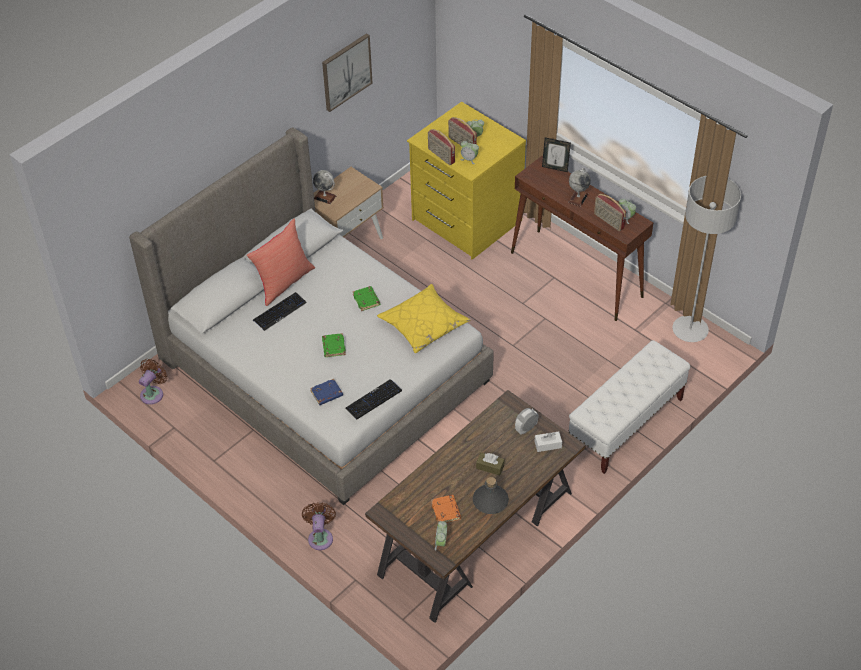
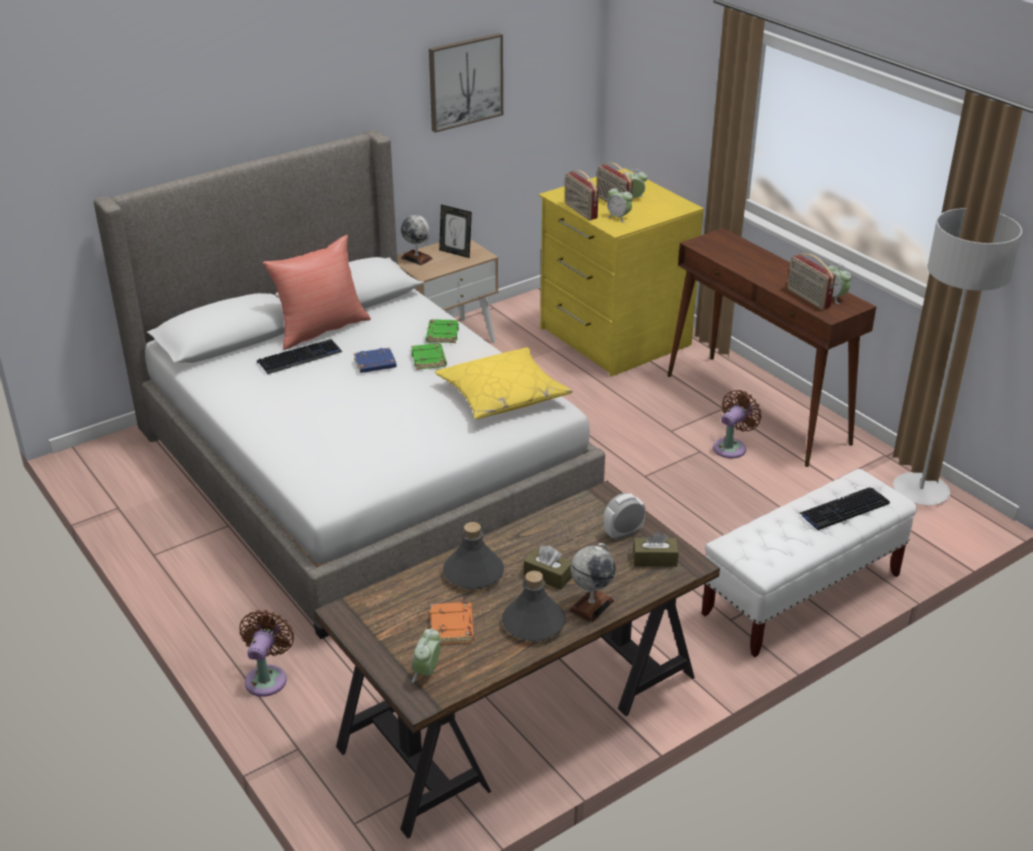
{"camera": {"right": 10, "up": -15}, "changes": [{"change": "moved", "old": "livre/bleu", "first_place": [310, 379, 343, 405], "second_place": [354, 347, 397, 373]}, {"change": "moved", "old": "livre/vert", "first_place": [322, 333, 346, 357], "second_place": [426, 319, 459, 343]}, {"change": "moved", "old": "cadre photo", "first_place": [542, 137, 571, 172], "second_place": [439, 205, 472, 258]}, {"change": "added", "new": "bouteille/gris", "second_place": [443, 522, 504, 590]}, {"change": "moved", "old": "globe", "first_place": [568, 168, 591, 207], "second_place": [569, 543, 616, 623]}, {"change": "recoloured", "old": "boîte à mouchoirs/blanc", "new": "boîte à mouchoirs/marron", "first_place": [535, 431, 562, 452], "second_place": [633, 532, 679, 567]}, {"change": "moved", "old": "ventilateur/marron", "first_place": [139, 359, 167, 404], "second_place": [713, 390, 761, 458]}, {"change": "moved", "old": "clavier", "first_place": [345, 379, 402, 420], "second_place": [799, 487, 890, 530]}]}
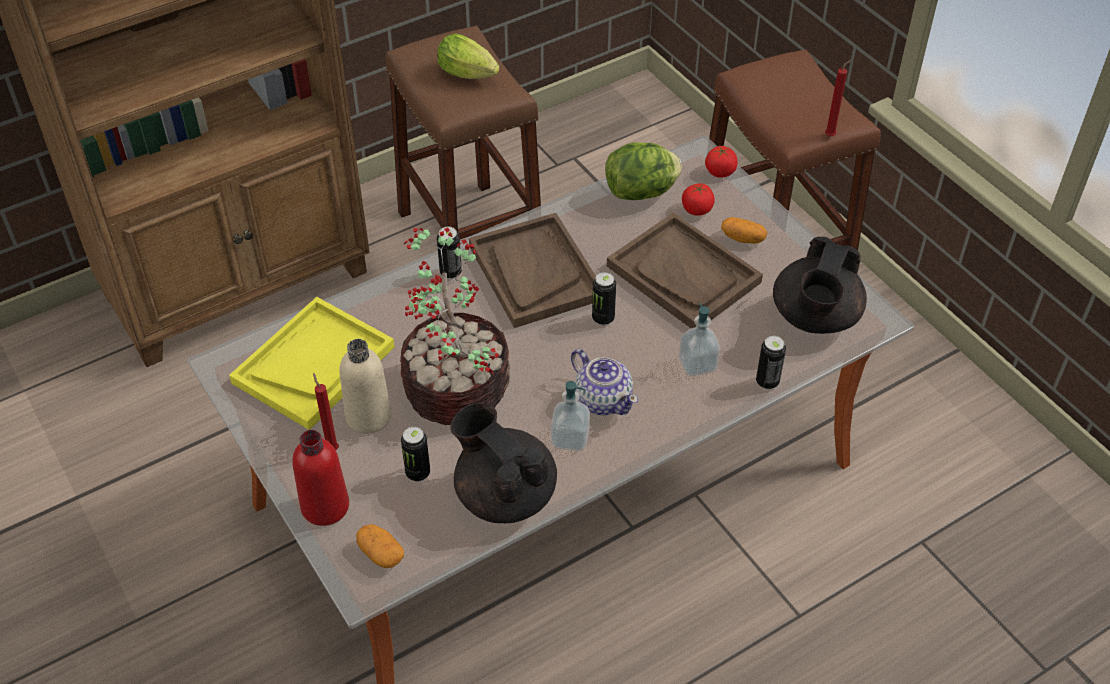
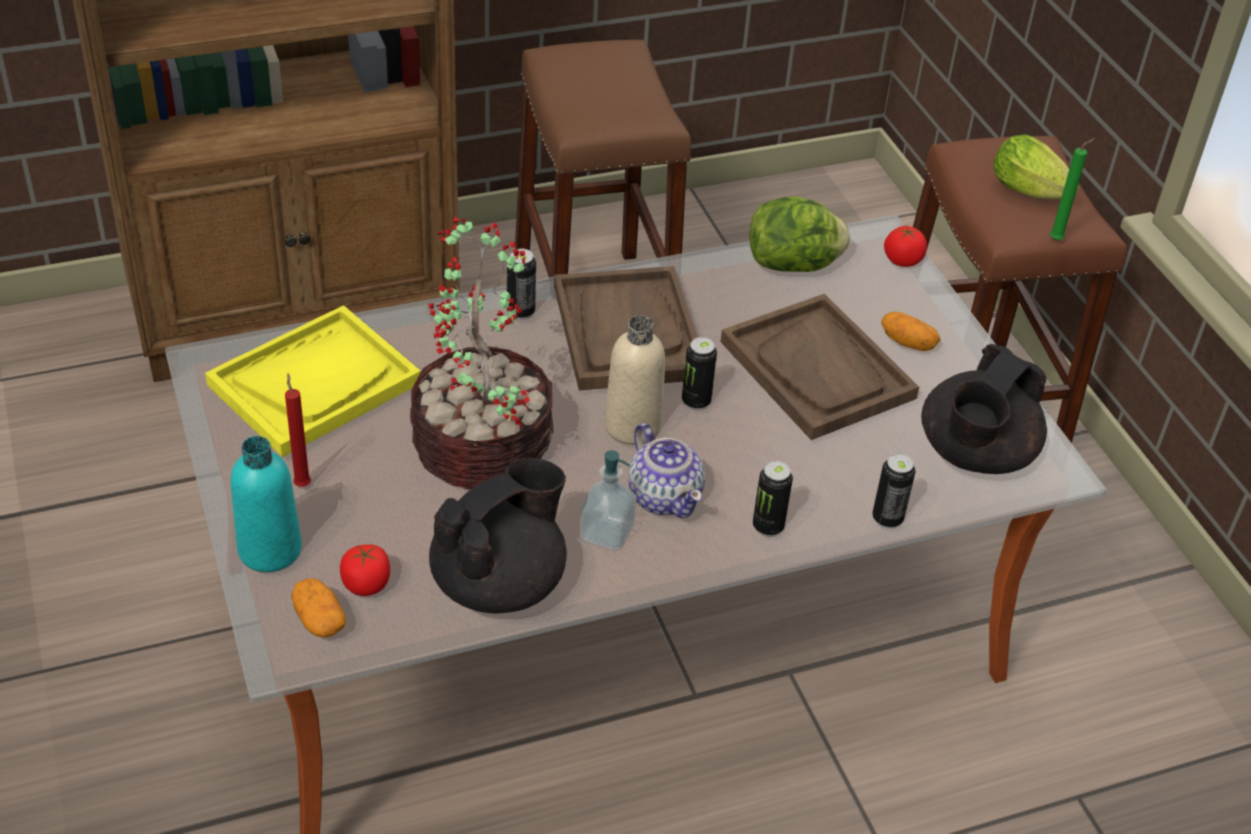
{"camera": {"right": 10, "up": -5}, "changes": [{"change": "recoloured", "old": "bouteille/rouge", "new": "bouteille/turquoise", "first_place": [292, 430, 349, 526], "second_place": [231, 436, 302, 572]}, {"change": "moved", "old": "tomate", "first_place": [682, 183, 715, 216], "second_place": [340, 544, 390, 596]}, {"change": "turned", "old": "théière/noir", "first_place": [450, 402, 557, 523], "second_place": [429, 458, 567, 613], "degrees": 75}, {"change": "moved", "old": "bouteille/beige", "first_place": [340, 339, 391, 434], "second_place": [604, 316, 665, 445]}, {"change": "moved", "old": "boîte métallique", "first_place": [401, 427, 430, 481], "second_place": [753, 461, 793, 536]}, {"change": "moved", "old": "laitue", "first_place": [437, 33, 499, 79], "second_place": [993, 134, 1079, 199]}, {"change": "recoloured", "old": "bougie/rouge", "new": "bougie/vert", "first_place": [825, 60, 851, 136], "second_place": [1050, 138, 1095, 240]}, {"change": "removed", "old": "distributeur de savon", "first_place": [679, 303, 720, 376]}]}
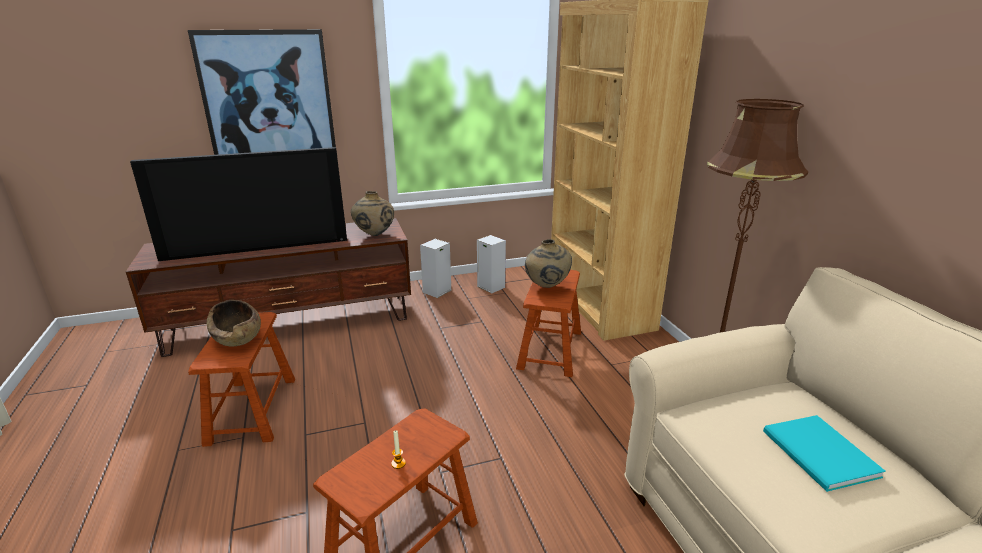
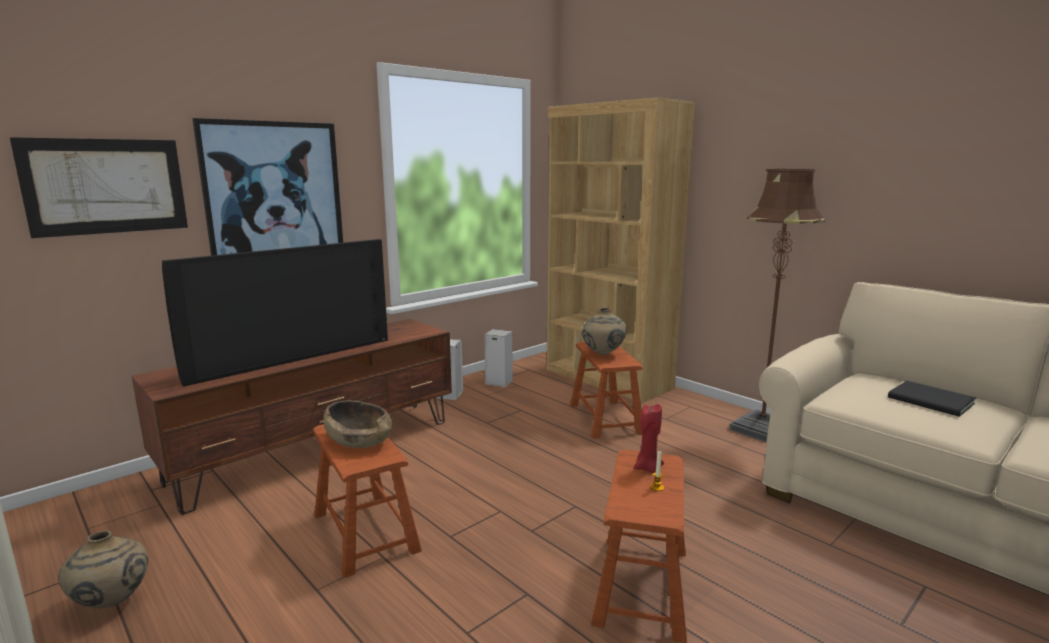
{"camera": {"right": -25, "up": -10}, "changes": [{"change": "added", "new": "tableau", "second_place": [10, 137, 188, 238]}, {"change": "moved", "old": "vase/beige", "first_place": [351, 191, 394, 236], "second_place": [58, 531, 148, 609]}, {"change": "added", "new": "bougie/rouge", "second_place": [634, 404, 664, 473]}, {"change": "recoloured", "old": "livre/turquoise", "new": "livre/noir", "first_place": [763, 415, 886, 492], "second_place": [888, 381, 976, 417]}]}
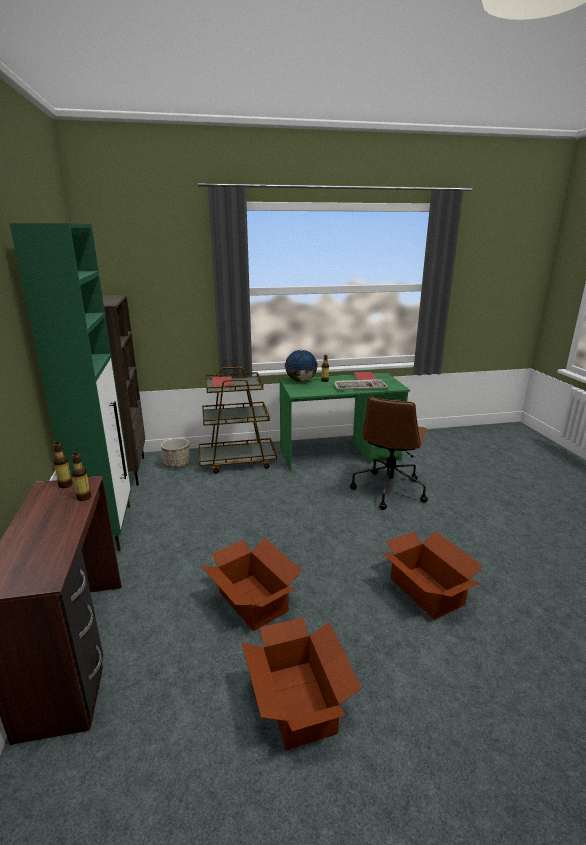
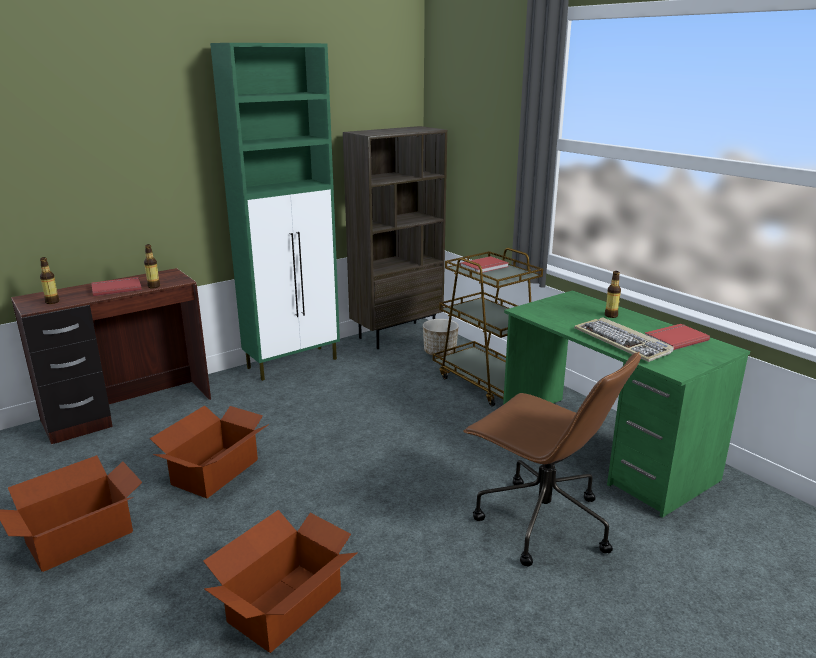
{"camera": {"right": 65, "up": 0}, "changes": [{"change": "moved", "old": "bouteille", "first_place": [53, 442, 73, 488], "second_place": [40, 257, 59, 304]}, {"change": "added", "new": "livre/rouge", "second_place": [91, 277, 142, 296]}, {"change": "turned", "old": "chaise de bureau/marron", "first_place": [350, 397, 428, 510], "second_place": [463, 352, 641, 567], "degrees": -135}, {"change": "removed", "old": "globe", "first_place": [285, 350, 318, 382]}]}
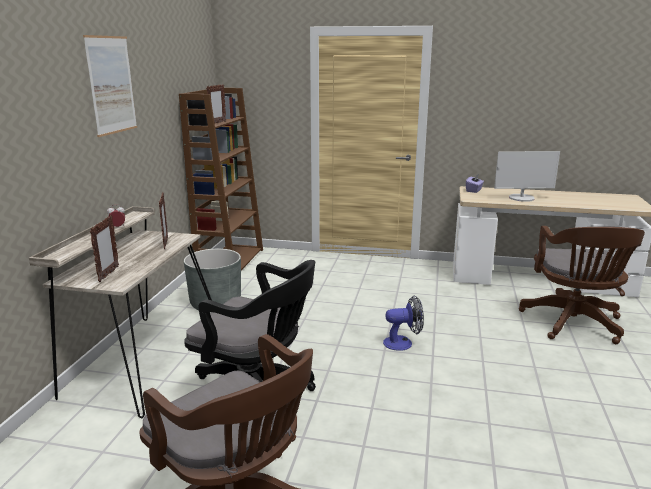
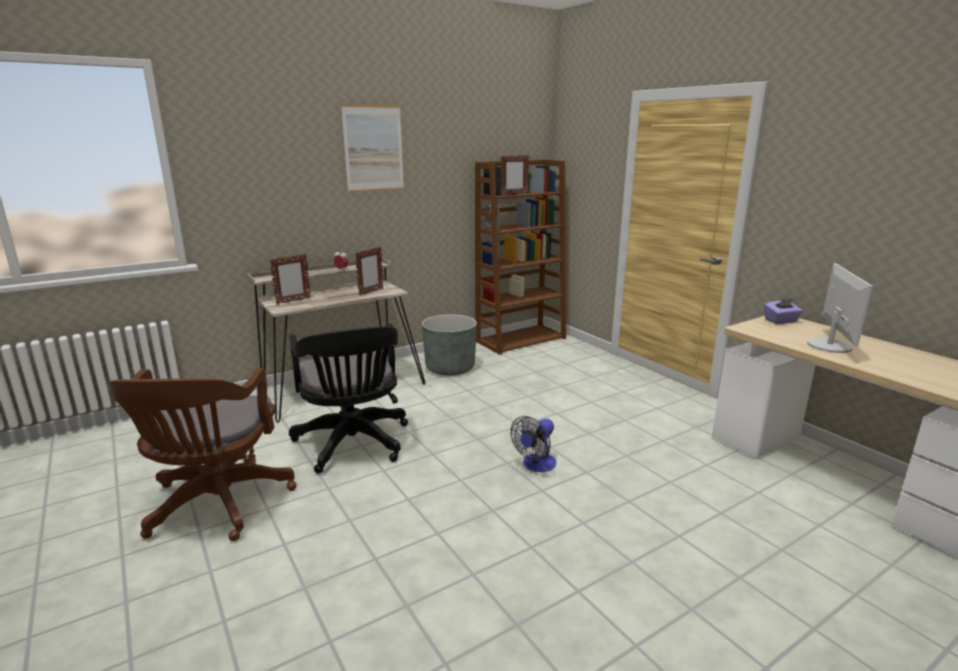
{"camera": {"right": 45, "up": 0}, "changes": [{"change": "turned", "old": "ventilateur", "first_place": [383, 296, 424, 351], "second_place": [511, 416, 556, 472], "degrees": 90}, {"change": "turned", "old": "écran d'ordinateur", "first_place": [494, 151, 560, 202], "second_place": [807, 263, 873, 353], "degrees": -120}, {"change": "removed", "old": "chaise de bureau/marron", "first_place": [519, 226, 645, 344]}]}
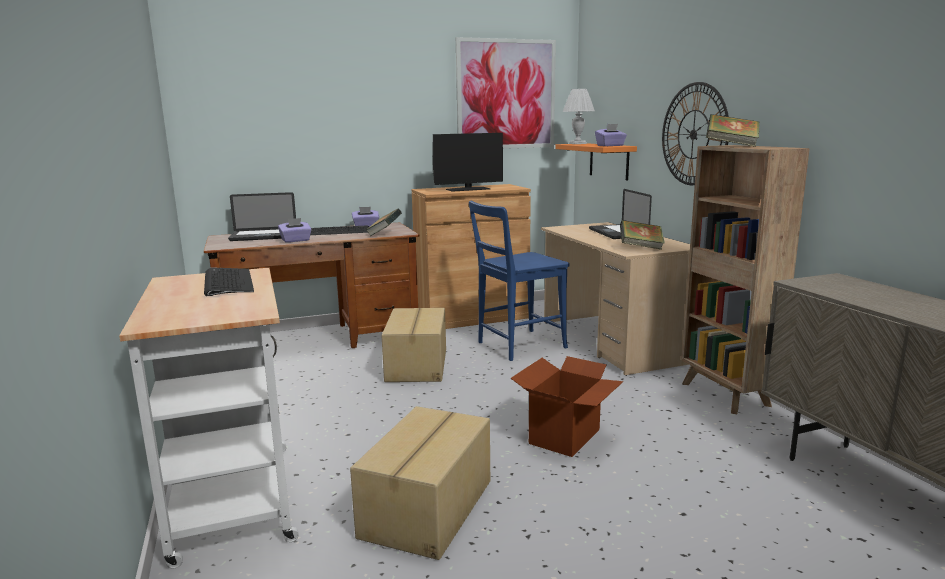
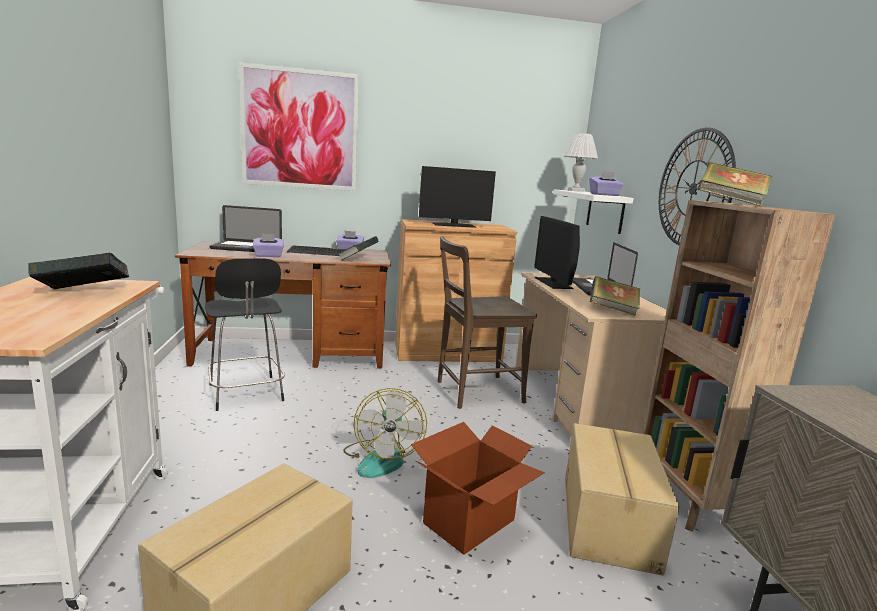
{"camera": {"right": 10, "up": 0}, "changes": [{"change": "replaced", "old": "clavier", "new": "livre", "first_place": [204, 268, 254, 296], "second_place": [28, 253, 129, 289]}, {"change": "added", "new": "tabouret/noir", "second_place": [205, 258, 285, 411]}, {"change": "moved", "old": "tableau", "first_place": [456, 37, 556, 149], "second_place": [239, 62, 359, 191]}, {"change": "added", "new": "ventilateur", "second_place": [343, 388, 427, 478]}, {"change": "recoloured", "old": "chaise/bleu", "new": "chaise/marron", "first_place": [469, 201, 570, 361], "second_place": [438, 236, 537, 409]}, {"change": "added", "new": "écran d'ordinateur", "second_place": [534, 216, 580, 289]}, {"change": "recoloured", "old": "étagère/orange", "new": "étagère/blanc", "first_place": [555, 143, 637, 181], "second_place": [553, 189, 634, 234]}, {"change": "moved", "old": "carton", "first_place": [382, 308, 446, 382], "second_place": [565, 423, 680, 576]}]}
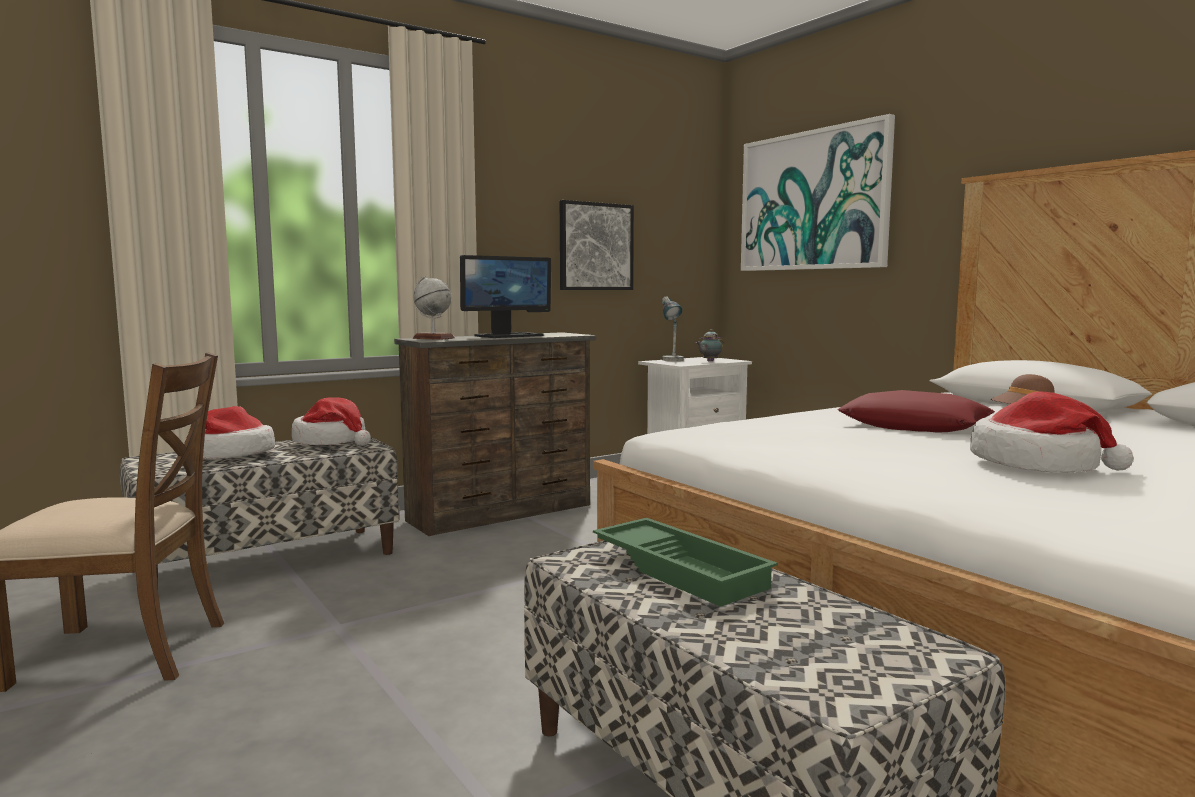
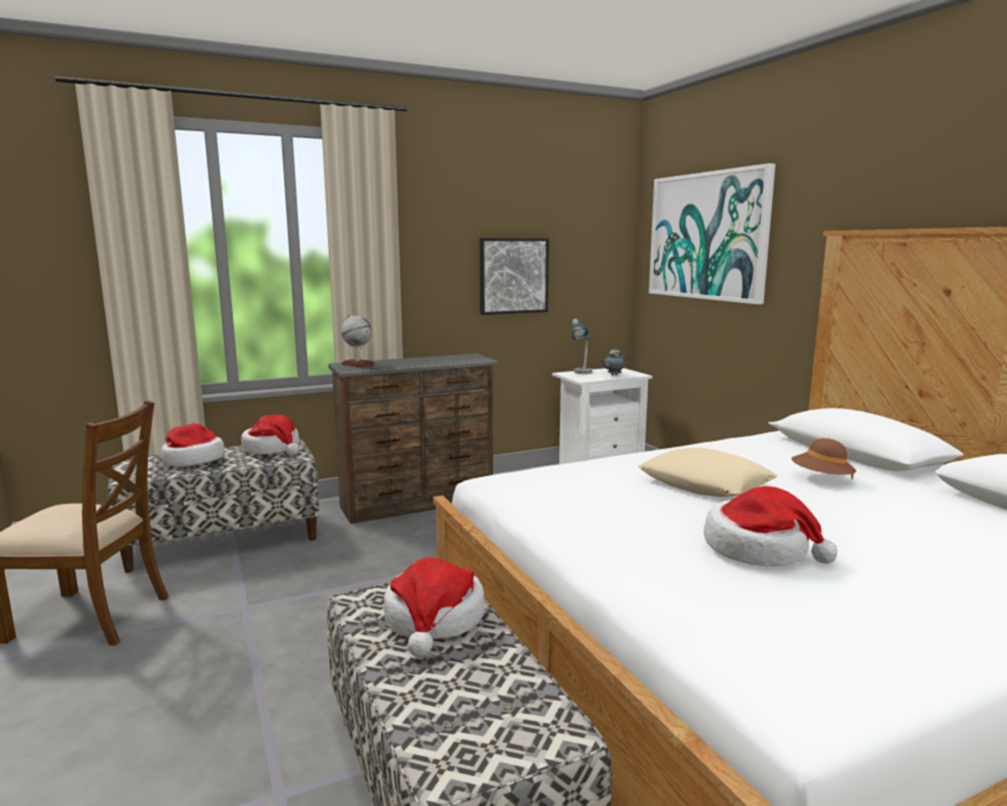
{"camera": {"right": 10, "up": 5}, "changes": [{"change": "replaced", "old": "plateau/vert", "new": "chapeau", "first_place": [593, 518, 778, 607], "second_place": [384, 558, 485, 657]}, {"change": "recoloured", "old": "coussin/rouge", "new": "coussin/beige", "first_place": [838, 390, 995, 433], "second_place": [638, 448, 777, 497]}, {"change": "removed", "old": "écran d'ordinateur", "first_place": [460, 255, 551, 338]}]}
